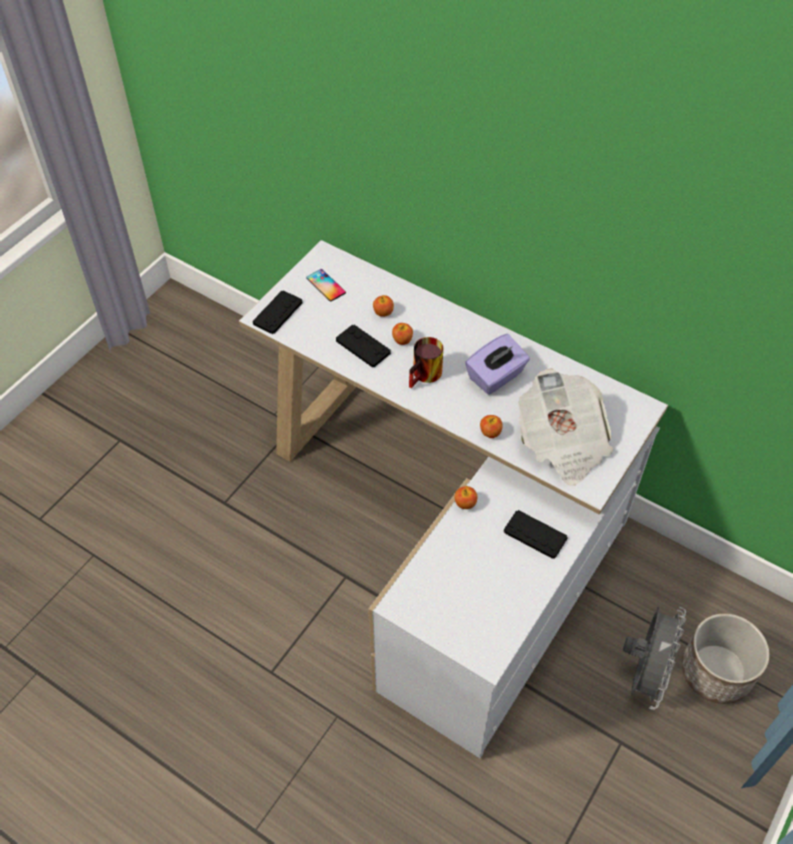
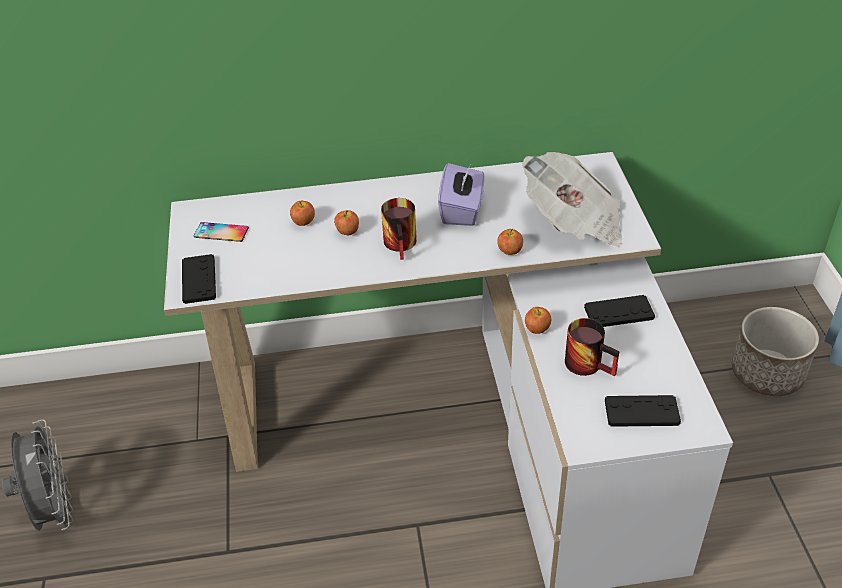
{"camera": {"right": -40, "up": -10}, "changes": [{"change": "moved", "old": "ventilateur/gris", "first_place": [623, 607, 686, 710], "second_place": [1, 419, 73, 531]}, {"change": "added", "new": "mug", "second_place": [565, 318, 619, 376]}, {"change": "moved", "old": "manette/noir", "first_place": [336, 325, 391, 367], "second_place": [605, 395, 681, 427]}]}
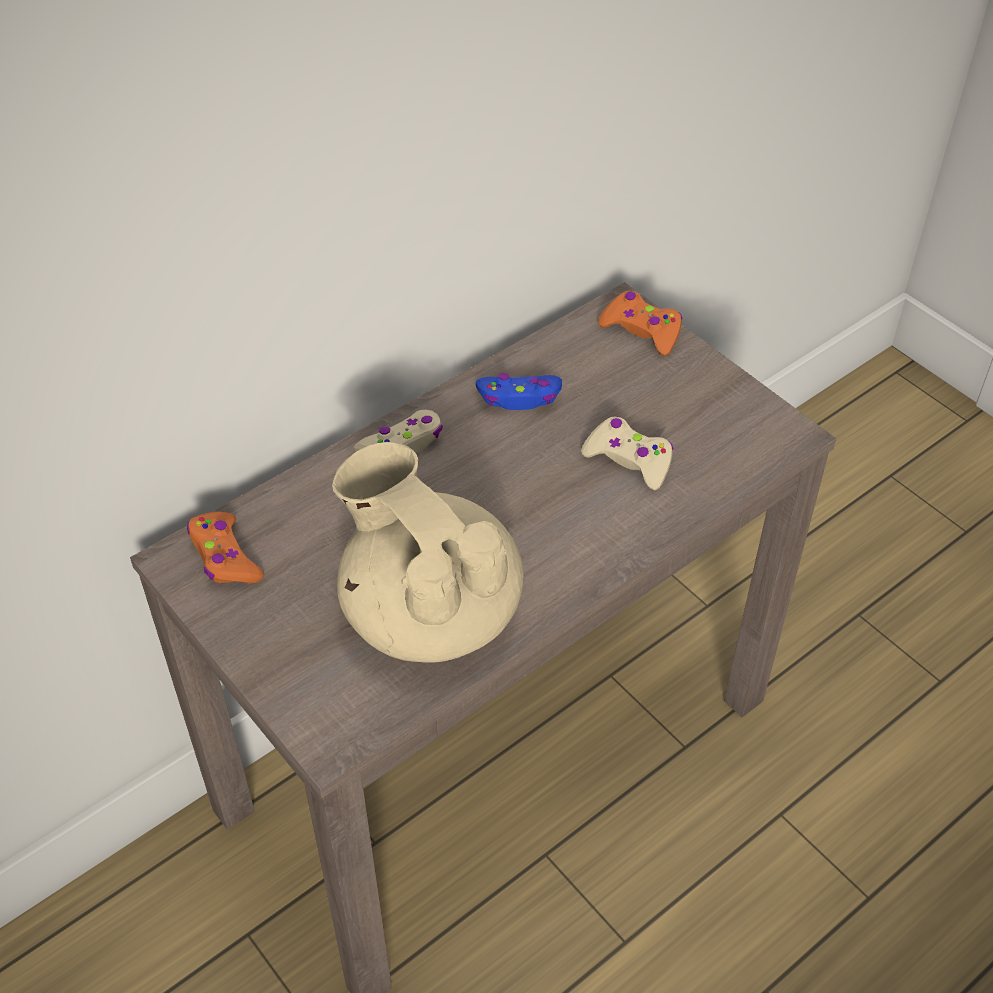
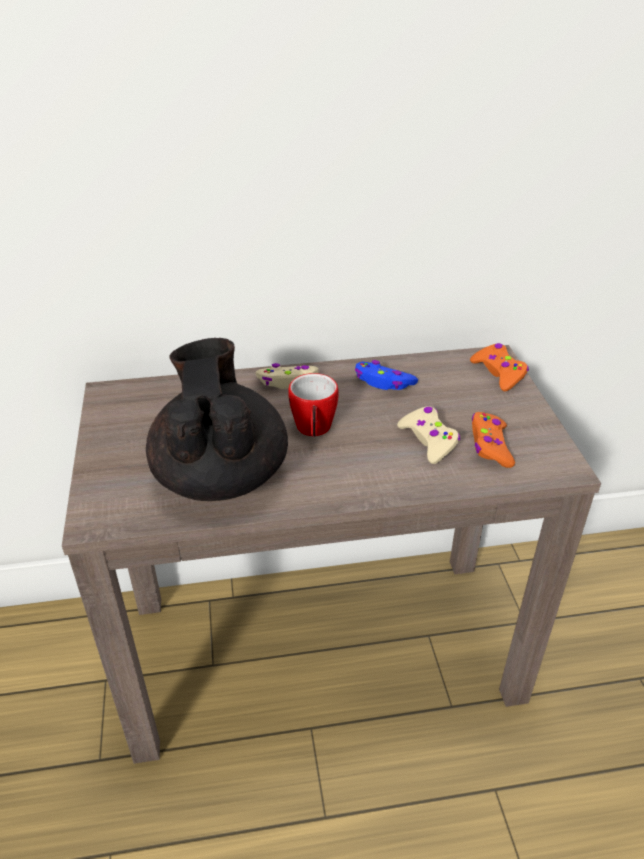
{"camera": {"right": 30, "up": -10}, "changes": [{"change": "recoloured", "old": "théière/beige", "new": "théière/noir", "first_place": [332, 442, 524, 663], "second_place": [146, 338, 288, 501]}, {"change": "added", "new": "mug", "second_place": [288, 373, 339, 437]}, {"change": "moved", "old": "manette/orange", "first_place": [187, 512, 263, 584], "second_place": [472, 412, 515, 468]}]}
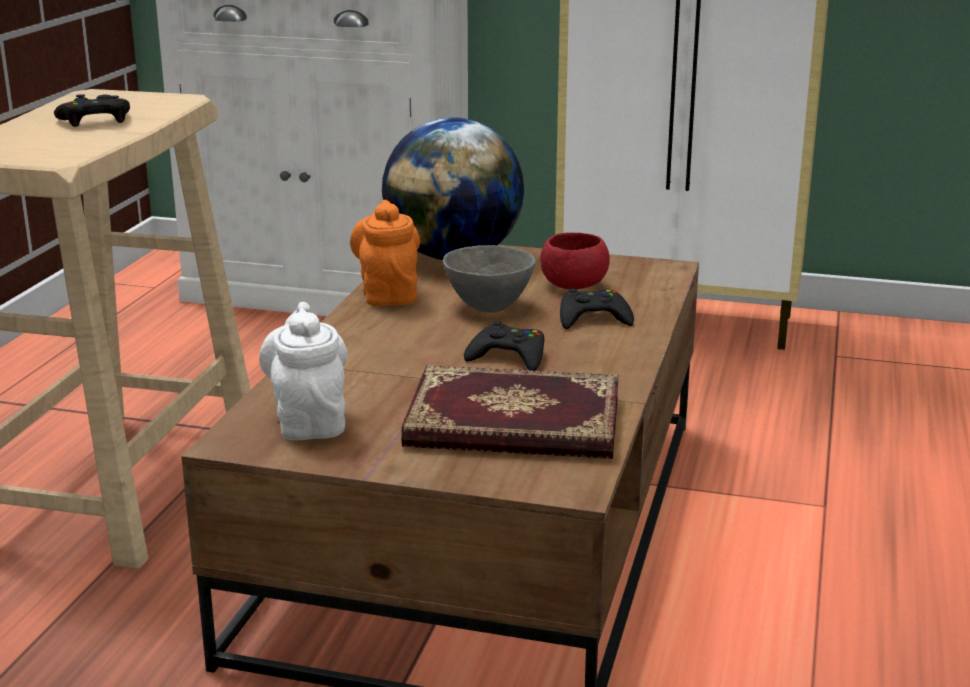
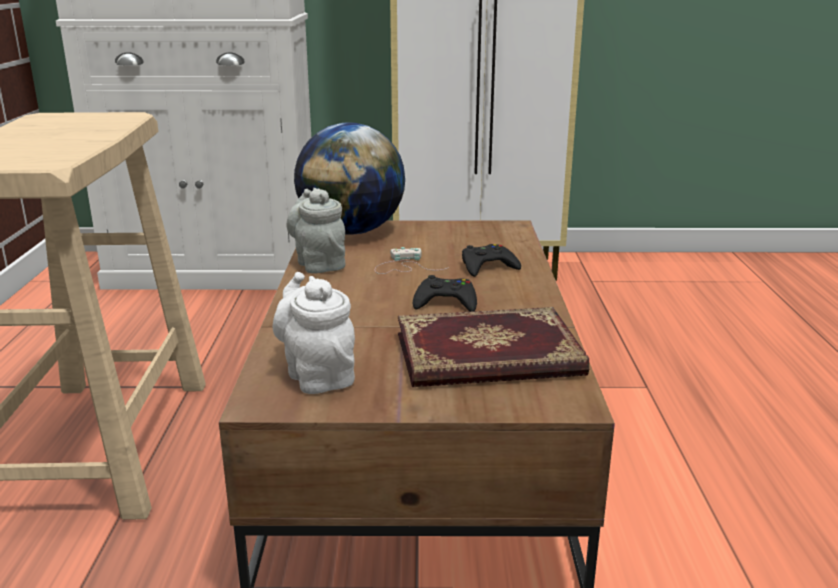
{"camera": {"right": -15, "up": 0}, "changes": [{"change": "recoloured", "old": "théière/orange", "new": "théière/gris", "first_place": [350, 200, 420, 306], "second_place": [286, 188, 345, 274]}, {"change": "replaced", "old": "bol/gris", "new": "manette/blanc", "first_place": [443, 245, 535, 313], "second_place": [375, 247, 449, 274]}, {"change": "removed", "old": "manette/noir", "first_place": [54, 94, 130, 127]}, {"change": "removed", "old": "bol/rouge", "first_place": [540, 232, 610, 289]}]}
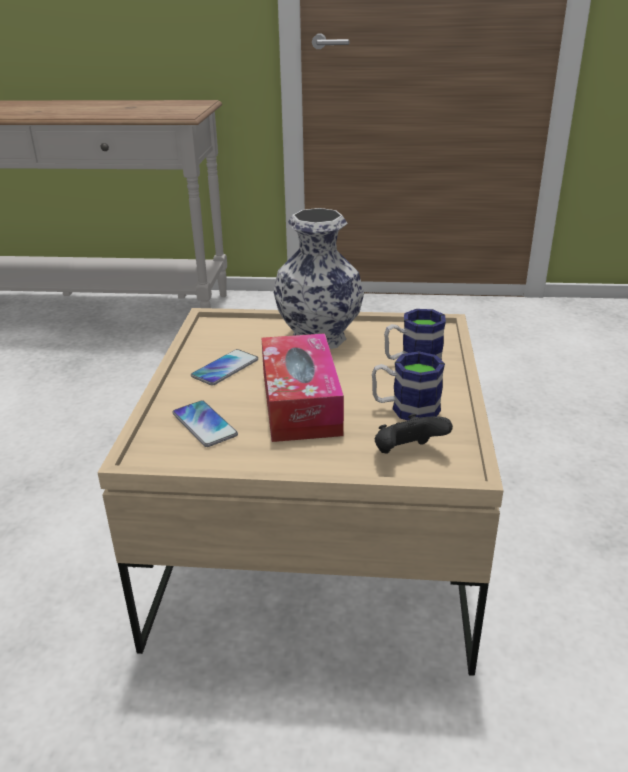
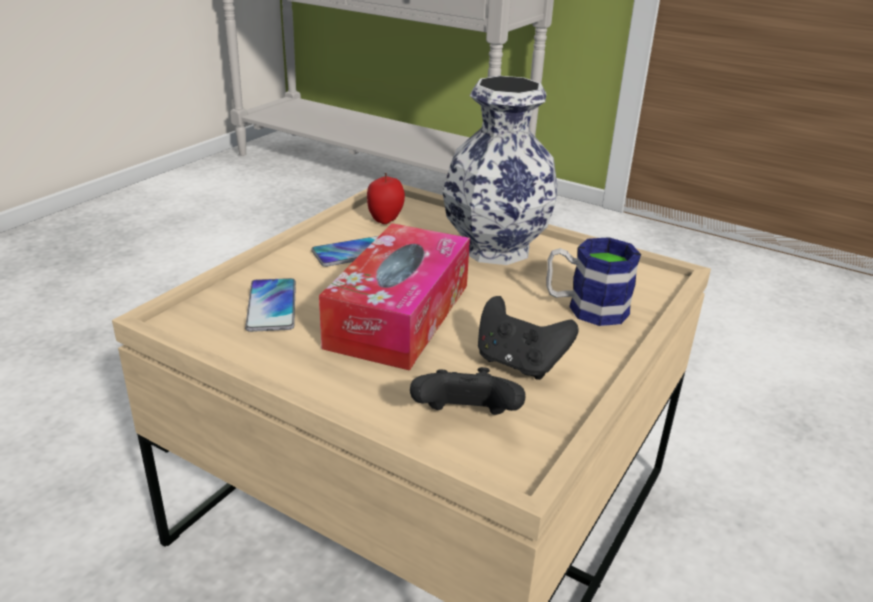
{"camera": {"right": 25, "up": 0}, "changes": [{"change": "added", "new": "pomme", "second_place": [367, 173, 405, 224]}, {"change": "replaced", "old": "mug", "new": "manette/noir", "first_place": [372, 351, 445, 421], "second_place": [478, 296, 579, 380]}]}
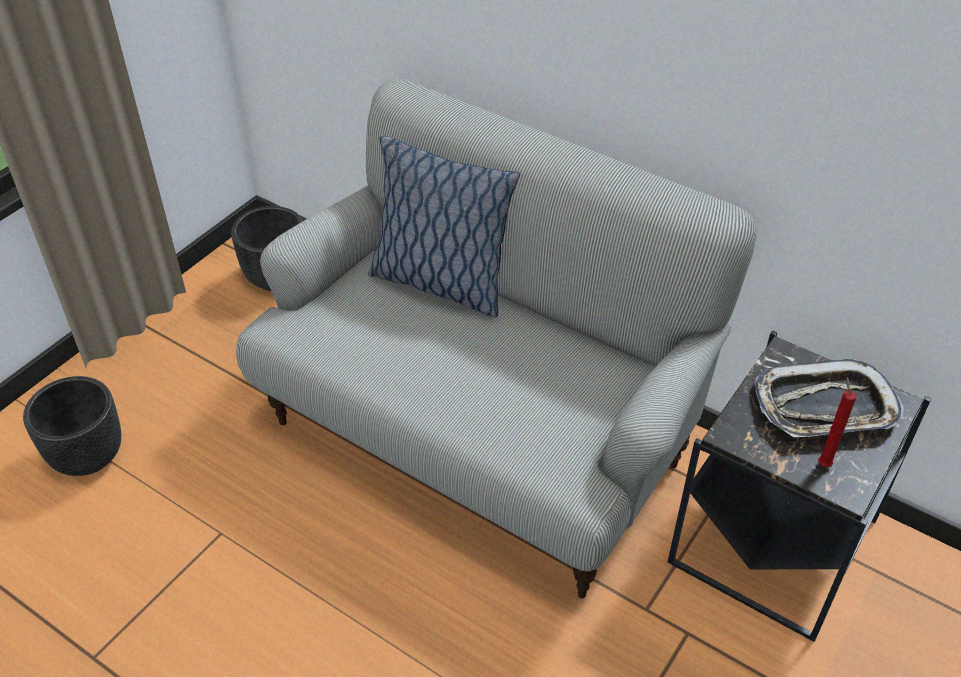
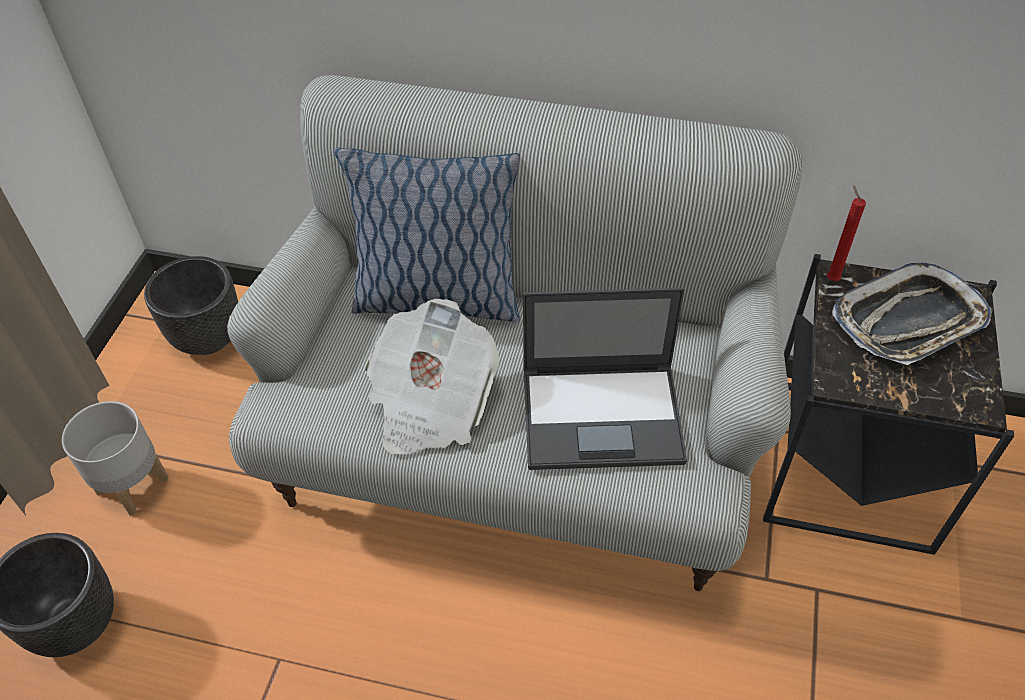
{"camera": {"right": -20, "up": 5}, "changes": [{"change": "added", "new": "cache-pot/gris", "second_place": [62, 401, 168, 516]}, {"change": "added", "new": "journal", "second_place": [365, 299, 500, 454]}, {"change": "added", "new": "ordinateur portable", "second_place": [523, 287, 687, 470]}, {"change": "moved", "old": "bougie/rouge", "first_place": [818, 377, 856, 467], "second_place": [827, 185, 866, 281]}]}
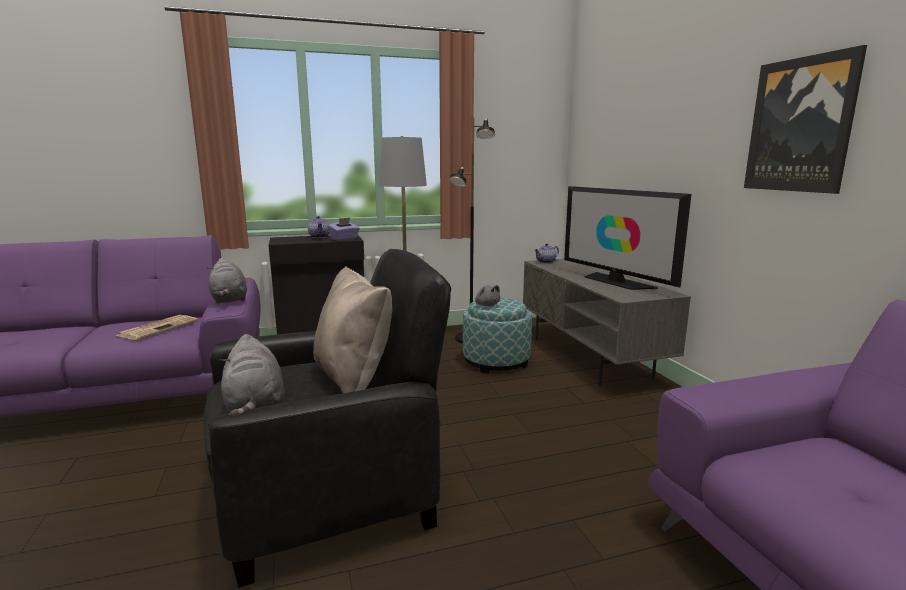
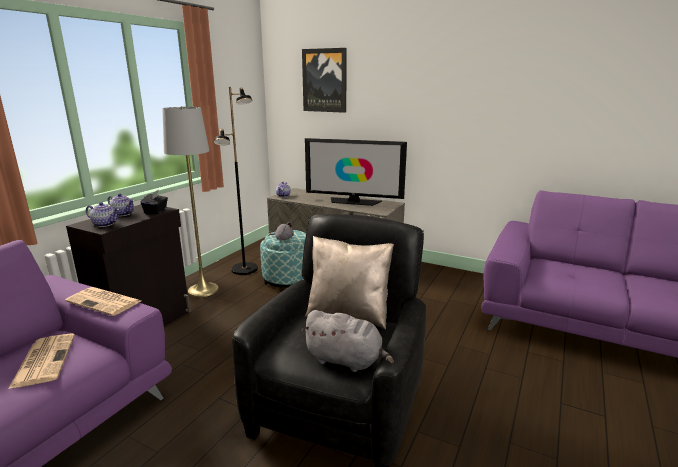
{"camera": {"right": -45, "up": 5}, "changes": [{"change": "replaced", "old": "peluche/gris", "new": "journal", "first_place": [207, 257, 247, 304], "second_place": [65, 287, 141, 316]}, {"change": "added", "new": "théière", "second_place": [86, 202, 119, 227]}, {"change": "recoloured", "old": "boîte à mouchoirs/violet", "new": "boîte à mouchoirs/noir", "first_place": [327, 218, 360, 241], "second_place": [141, 190, 168, 214]}, {"change": "moved", "old": "tableau", "first_place": [744, 45, 867, 194], "second_place": [302, 48, 347, 113]}]}
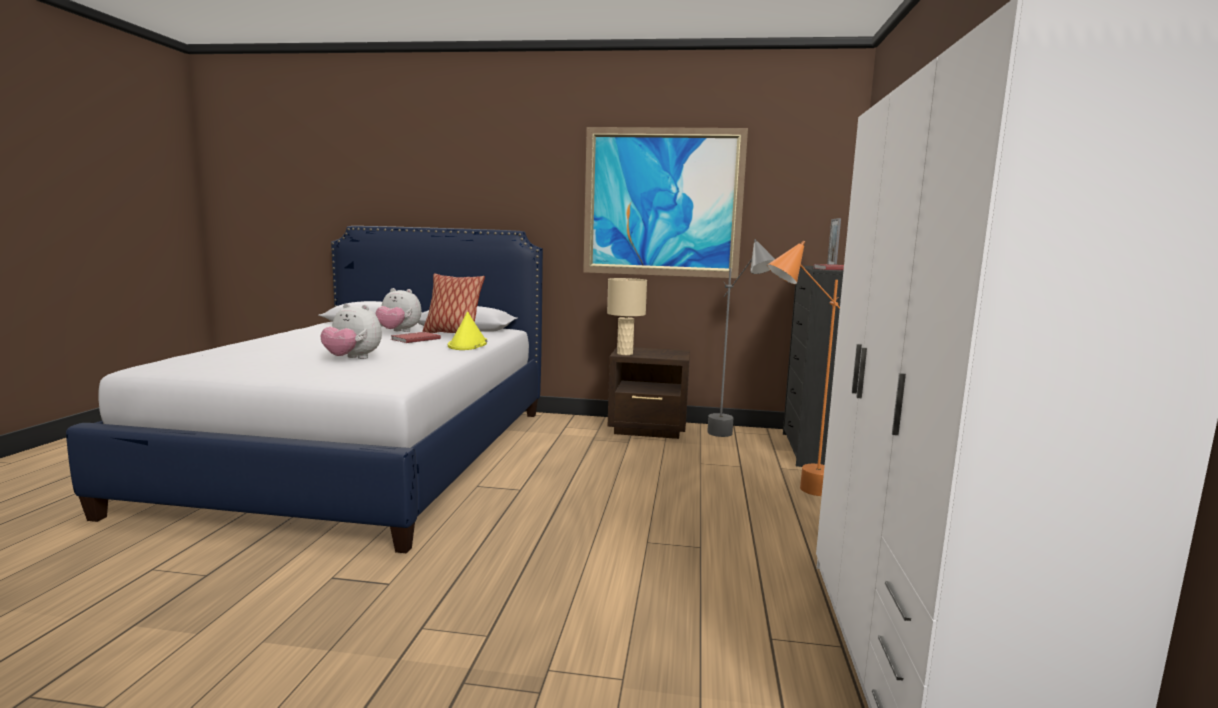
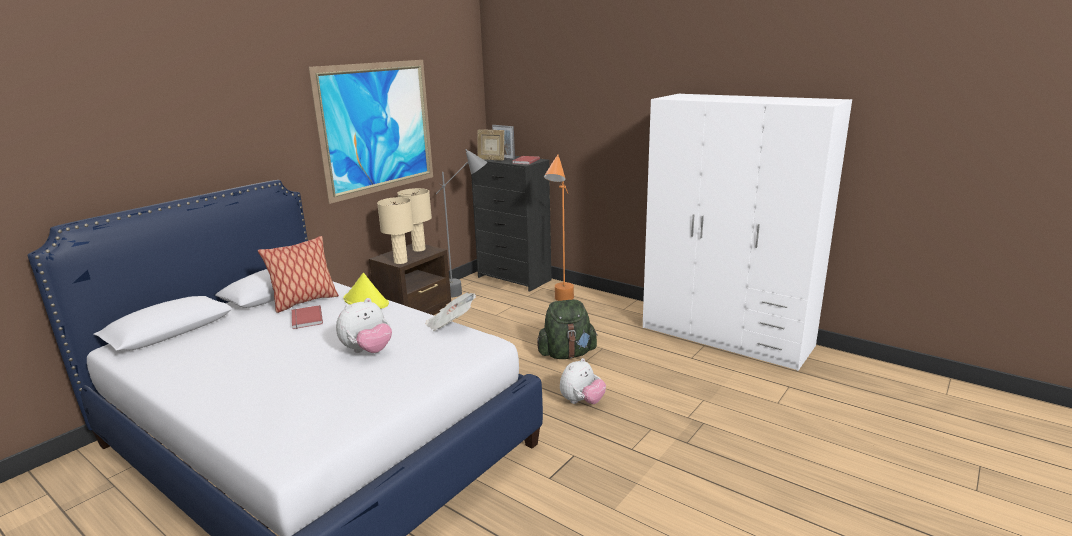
{"camera": {"right": -60, "up": 10}, "changes": [{"change": "added", "new": "lampe de table/beige", "second_place": [397, 188, 432, 252]}, {"change": "added", "new": "journal", "second_place": [425, 293, 476, 331]}, {"change": "added", "new": "cadre photo", "second_place": [477, 129, 504, 160]}, {"change": "added", "new": "sac à dos/vert", "second_place": [537, 300, 598, 359]}, {"change": "moved", "old": "peluche", "first_place": [375, 288, 421, 332], "second_place": [560, 358, 606, 404]}]}
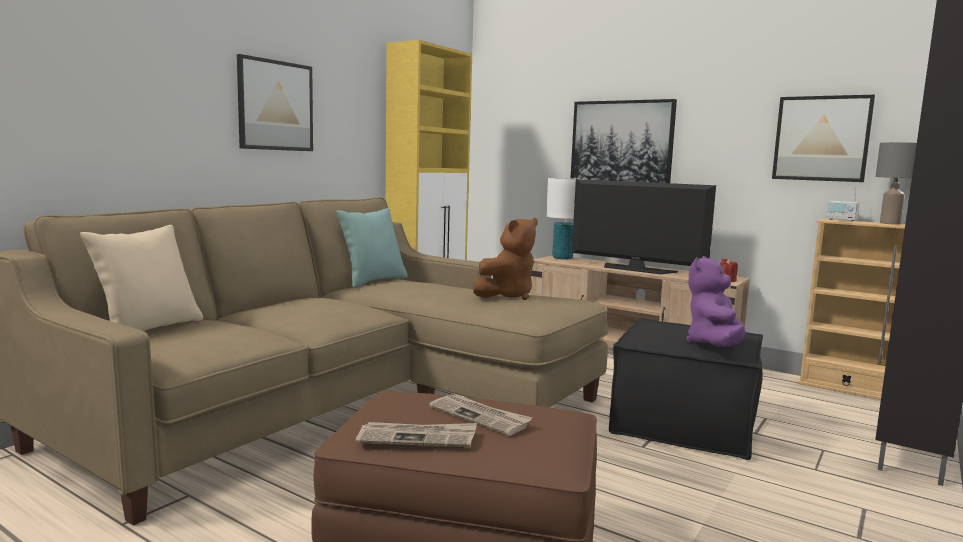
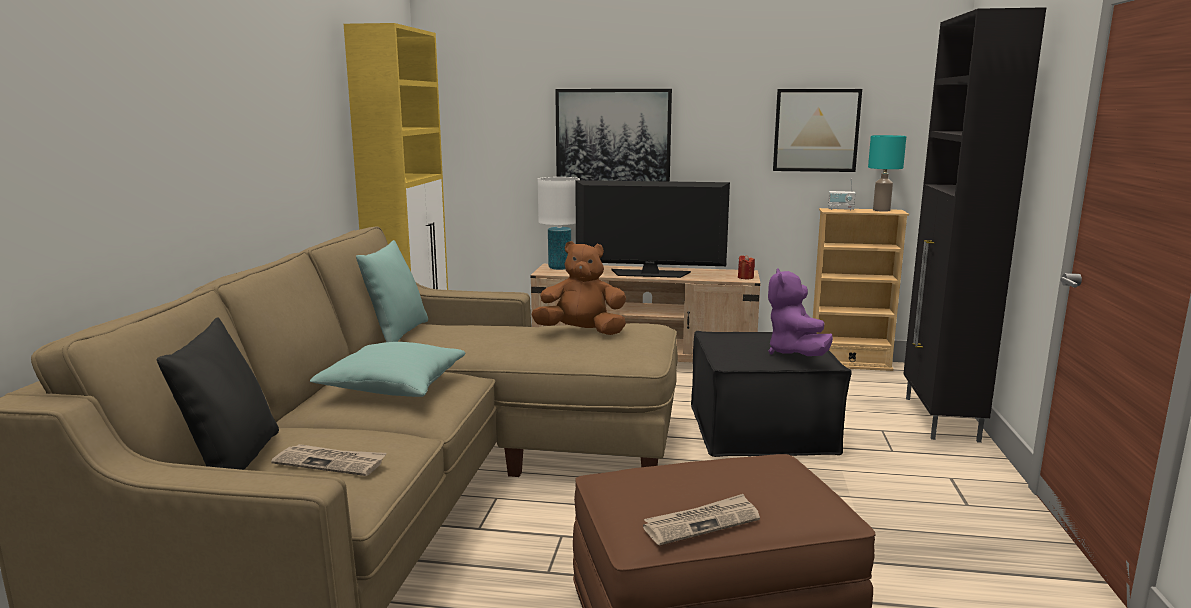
{"camera": {"right": -25, "up": 5}, "changes": [{"change": "recoloured", "old": "coussin/beige", "new": "coussin/noir", "first_place": [80, 225, 203, 331], "second_place": [157, 317, 279, 470]}, {"change": "moved", "old": "journal", "first_place": [429, 395, 532, 436], "second_place": [271, 444, 386, 476]}, {"change": "added", "new": "coussin/turquoise", "second_place": [310, 342, 465, 397]}, {"change": "turned", "old": "peluche/marron", "first_place": [473, 218, 538, 300], "second_place": [531, 241, 626, 335], "degrees": -105}, {"change": "recoloured", "old": "lampe de table/gris", "new": "lampe de table/turquoise", "first_place": [876, 142, 917, 225], "second_place": [868, 135, 906, 212]}, {"change": "removed", "old": "tableau", "first_place": [237, 54, 313, 151]}]}
